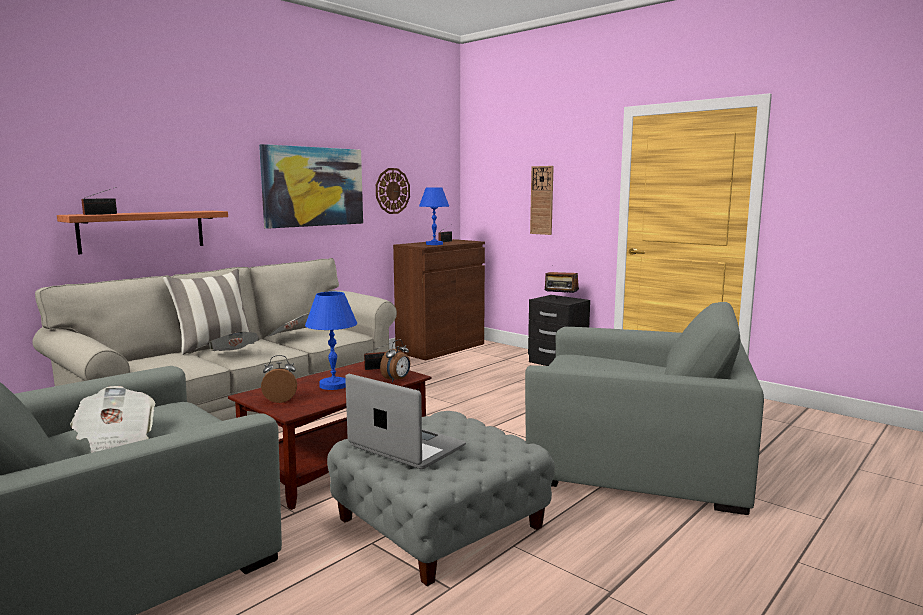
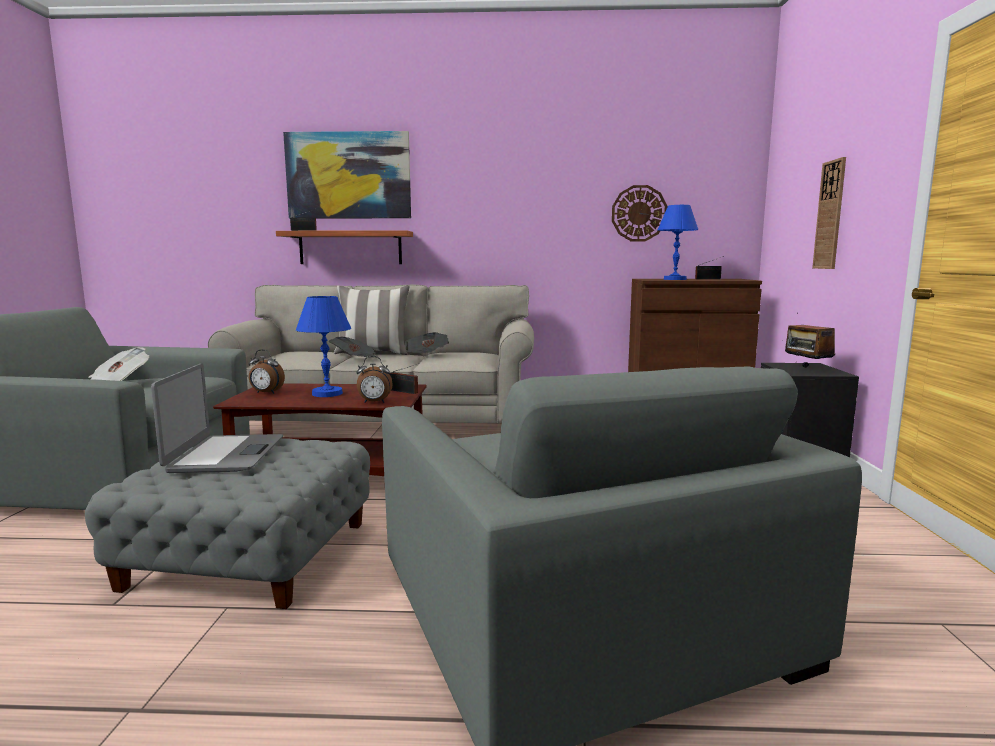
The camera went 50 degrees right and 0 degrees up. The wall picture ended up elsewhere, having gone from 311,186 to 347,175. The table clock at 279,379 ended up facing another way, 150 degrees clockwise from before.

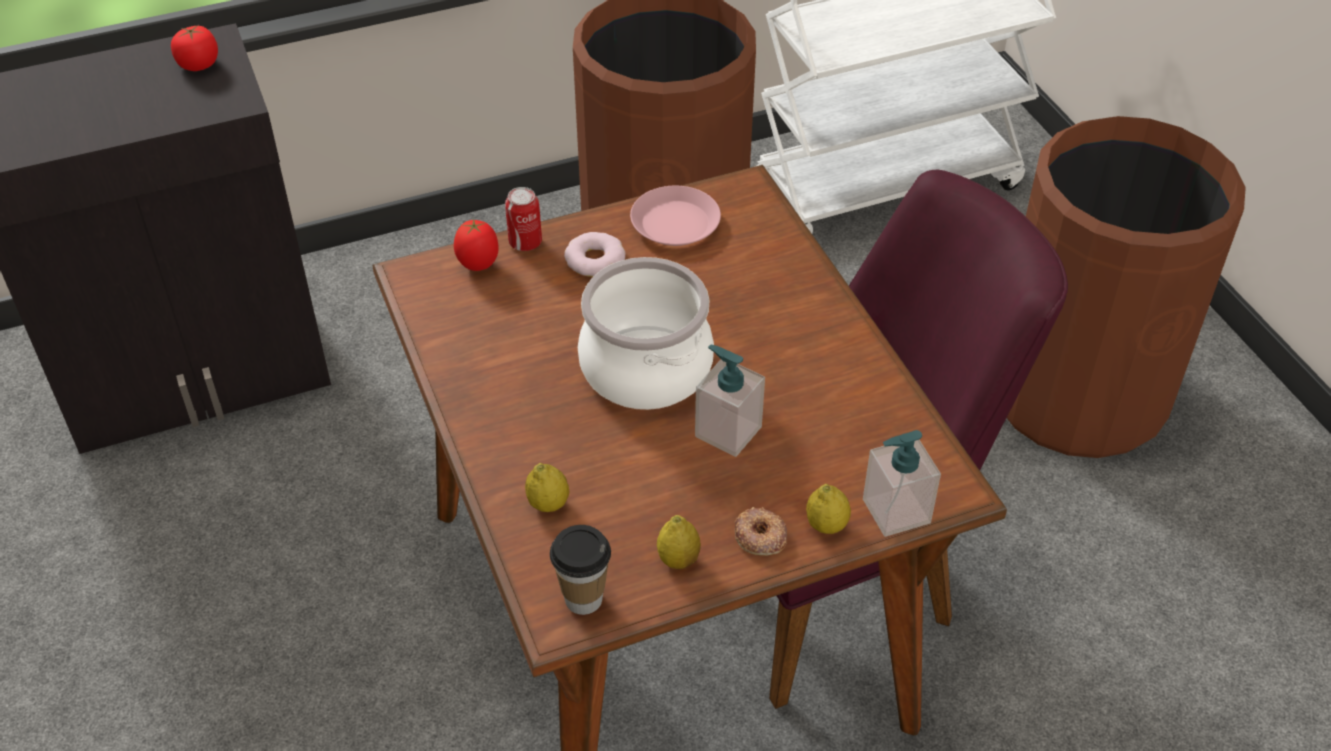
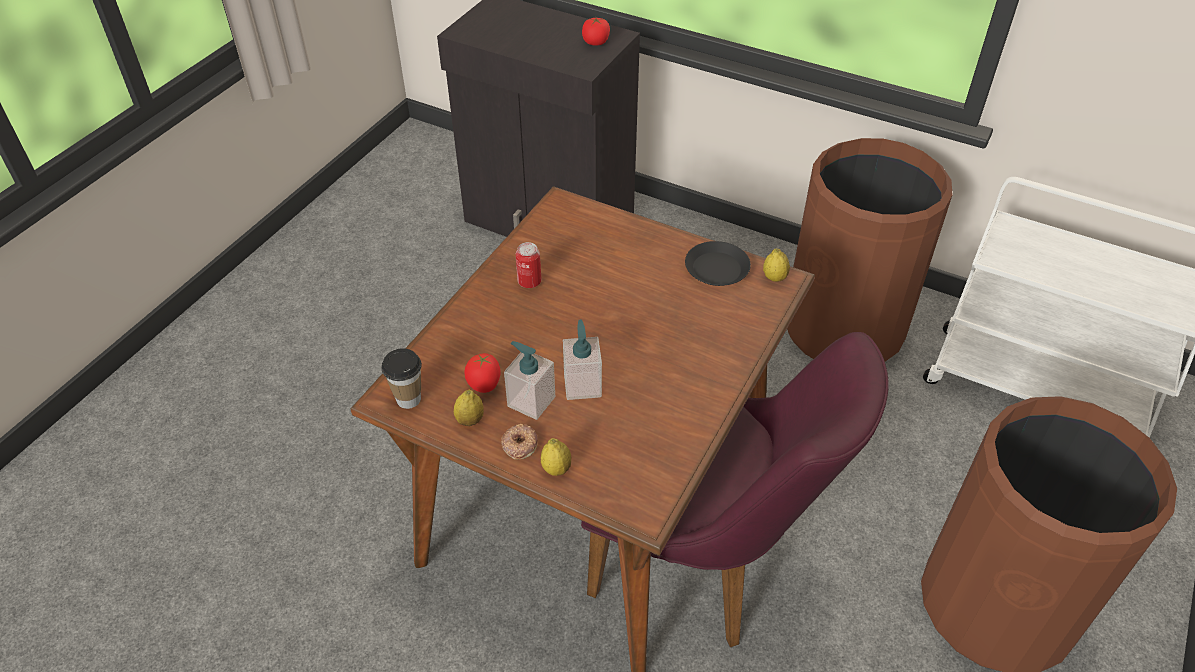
The camera went 50 degrees right and 0 degrees up. The fresh tomato ended up elsewhere, having gone from 476,245 to 482,373. The can ended up elsewhere, having gone from 523,219 to 529,265. The lemon ended up elsewhere, having gone from 547,487 to 776,265. The second view lost the doughnut at 594,254. The second view lost the saucepot at 646,333. What was the dinner plate (pink-coloured) at 675,216 turned into the dinner plate (black) at 718,263. The liquid soap bottle ended up elsewhere, having gone from 902,483 to 529,380.

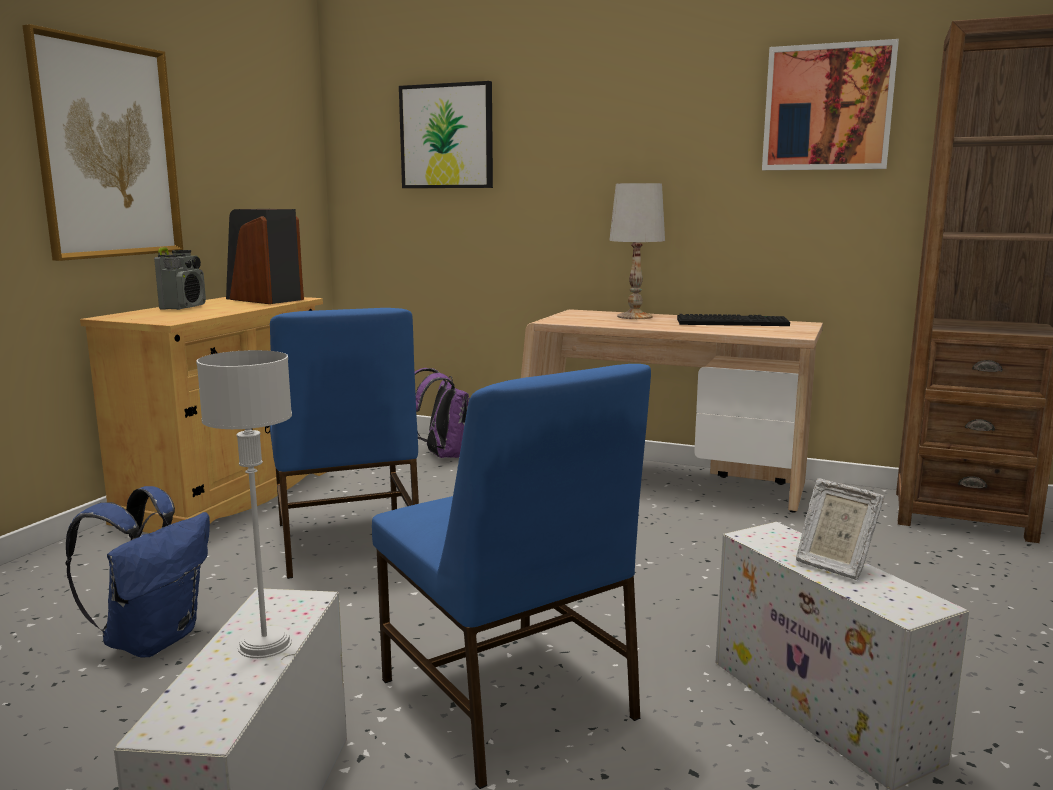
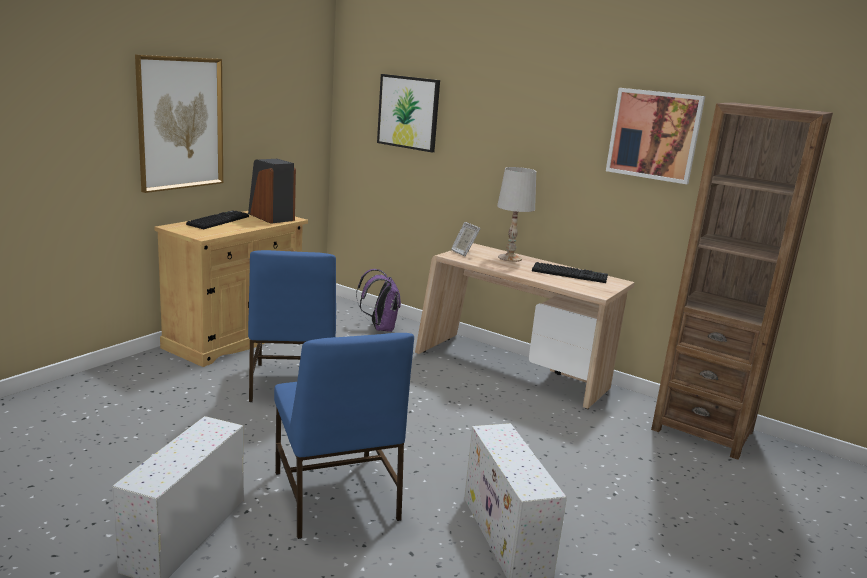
The camera went 10 degrees right and 5 degrees up. The second view lost the rucksack (bluish) at 137,571. Where the radio receiver stood at 180,278, the keyboard came to stand at 217,219. The second view lost the table lamp (greyish) at 244,504. The standing frame ended up elsewhere, having gone from 840,529 to 466,239.

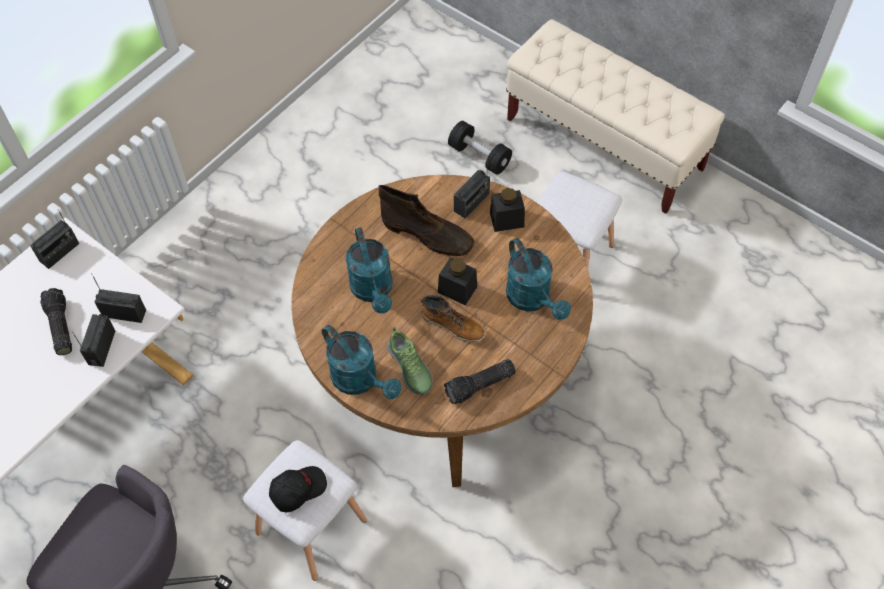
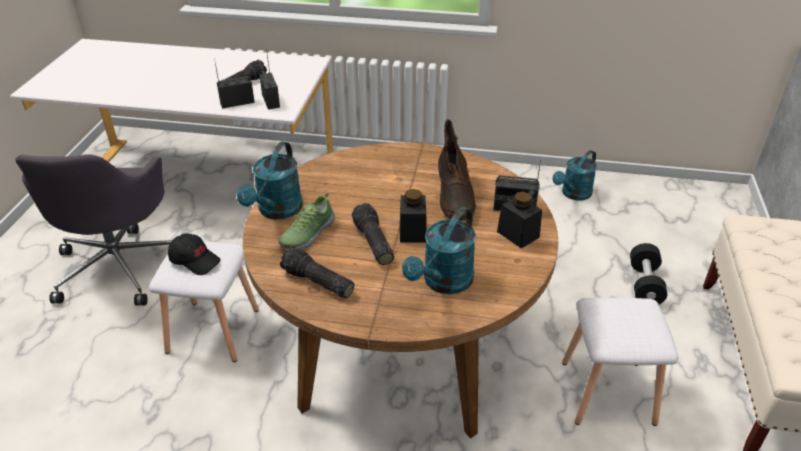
The camera went 60 degrees right and 20 degrees down. The second view lost the radio receiver at 54,239. The sprinkling can (turquoise) ended up elsewhere, having gone from 369,270 to 574,175. Where the high-top boot stood at 453,319, the torch came to stand at 373,234.

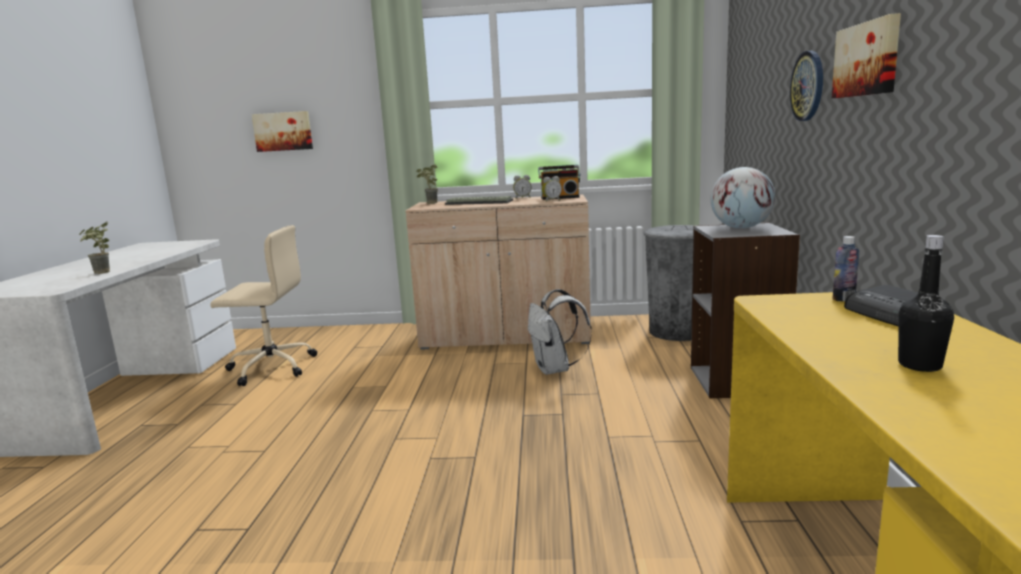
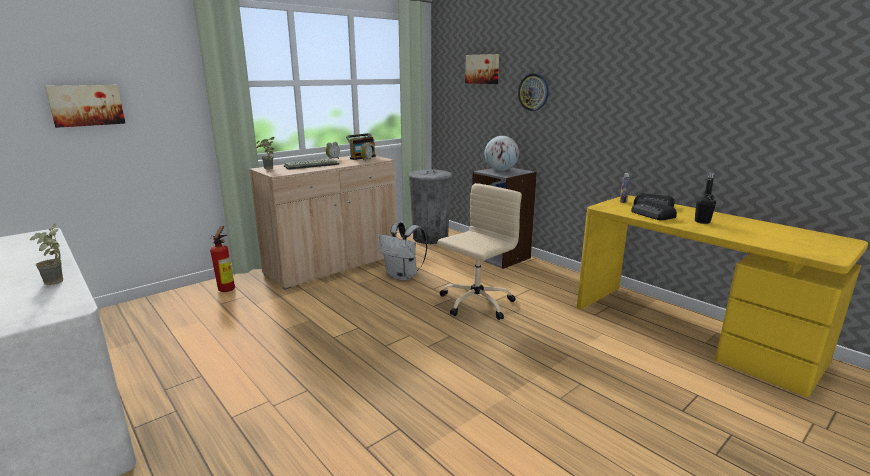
The camera went 45 degrees left and 5 degrees up. The computer chair (beige) ended up elsewhere, having gone from 264,305 to 479,251. The wall picture ended up elsewhere, having gone from 866,55 to 482,69. The second view gained the fire-fighting cylinder at 222,259. The second view gained the radio receiver at 654,210.

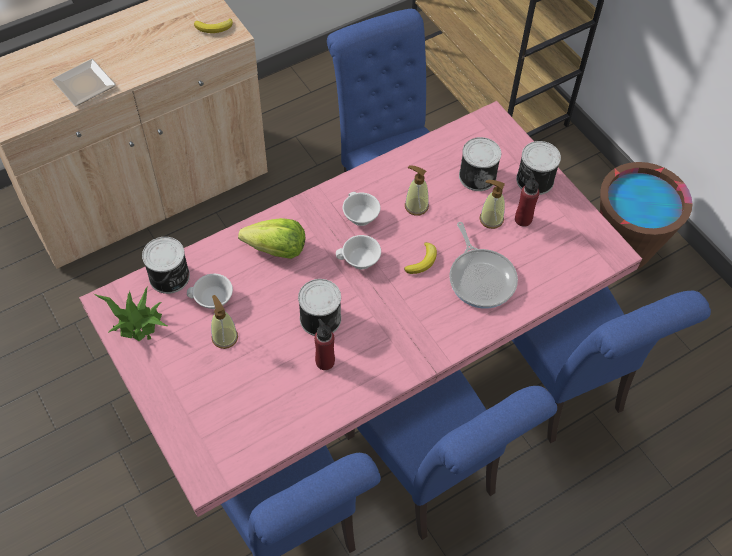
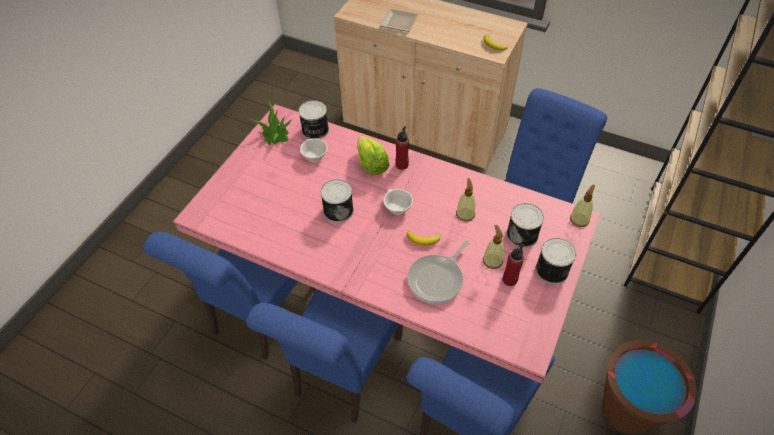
The camera went 60 degrees right and 5 degrees down. The liquid soap bottle ended up elsewhere, having gone from 224,322 to 582,205. The bottle (red-coloured) ended up elsewhere, having gone from 324,344 to 402,148. The second view lost the cup (white) at 361,209.

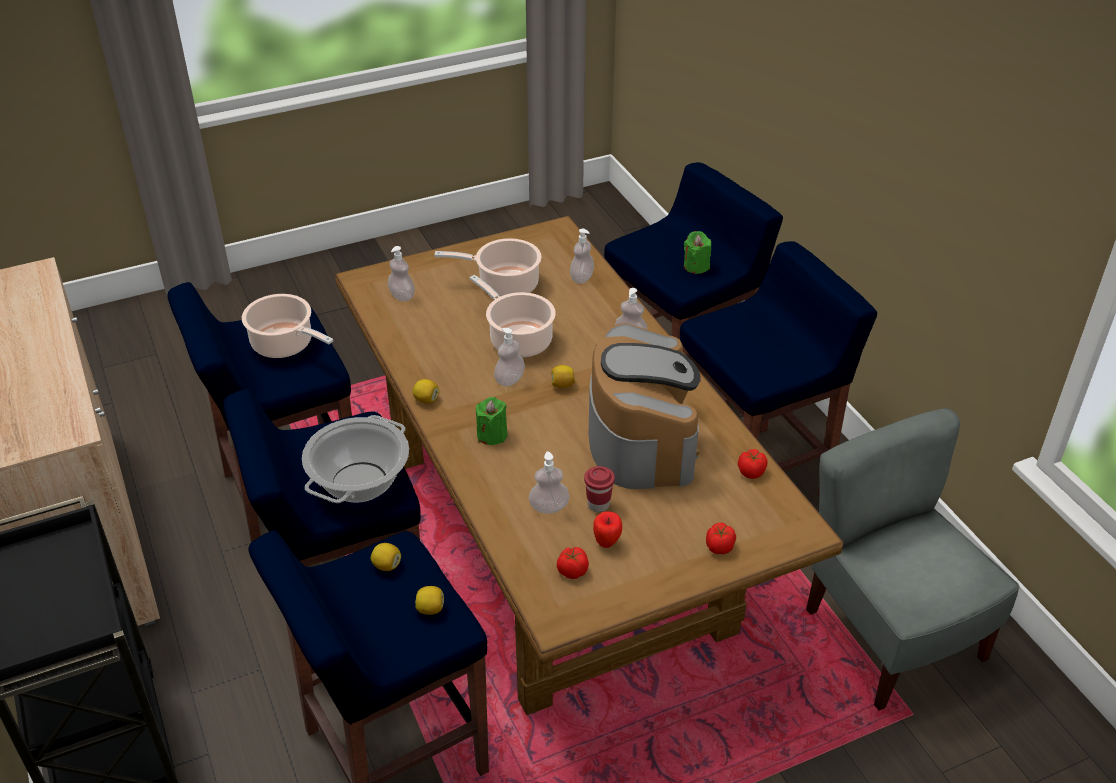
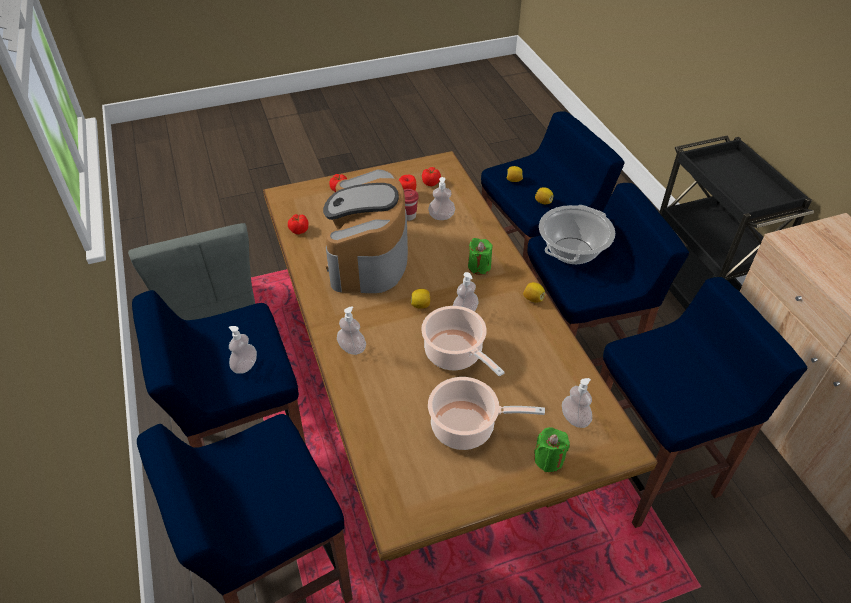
The camera went 175 degrees left and 5 degrees up. The second view lost the saucepot at 287,326. The liquid soap bottle ended up elsewhere, having gone from 582,256 to 243,350. The wax candle (green) ended up elsewhere, having gone from 697,252 to 552,449.

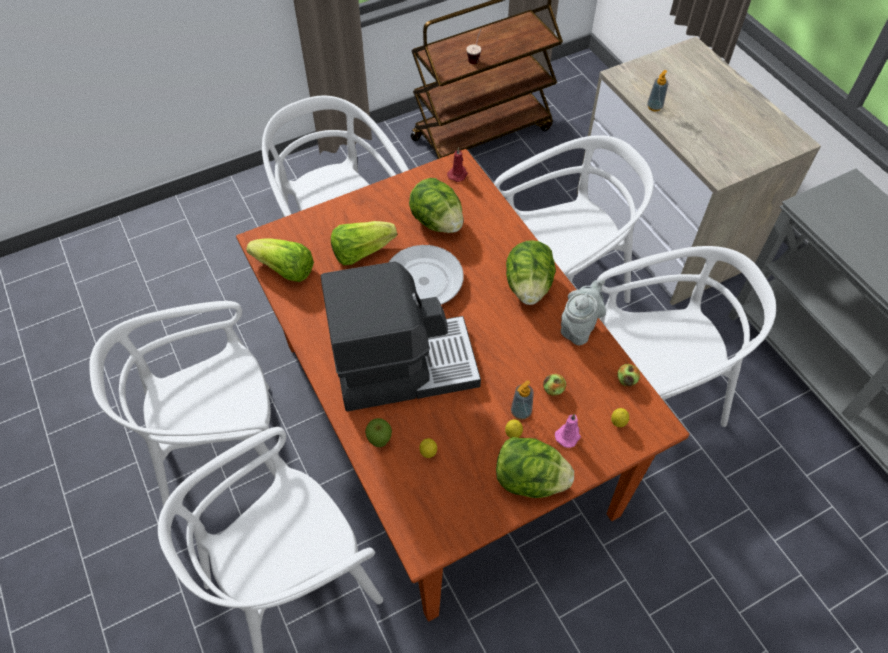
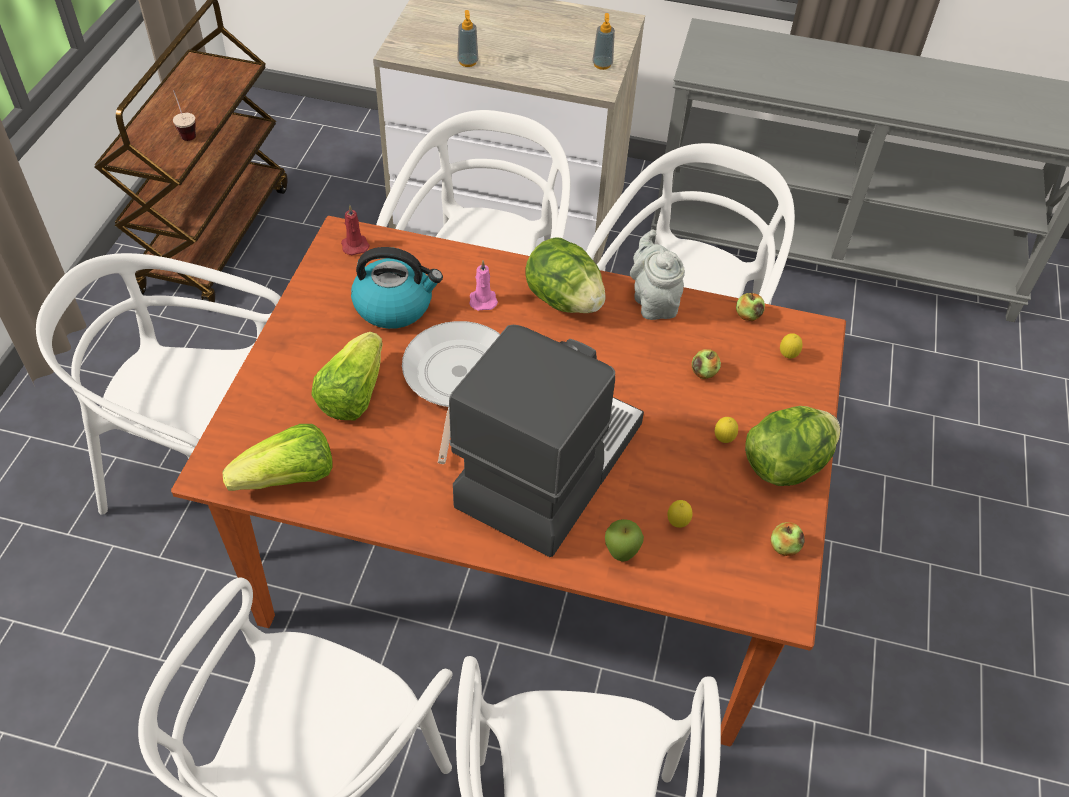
The camera went 50 degrees left and 5 degrees down. Where the lettuce head stood at 436,205, the water kettle came to stand at 397,288. The liquid soap bottle ended up elsewhere, having gone from 522,400 to 603,41. The wax candle (pink-coloured) ended up elsewhere, having gone from 568,431 to 484,285. The second view gained the whole apple at 788,539.

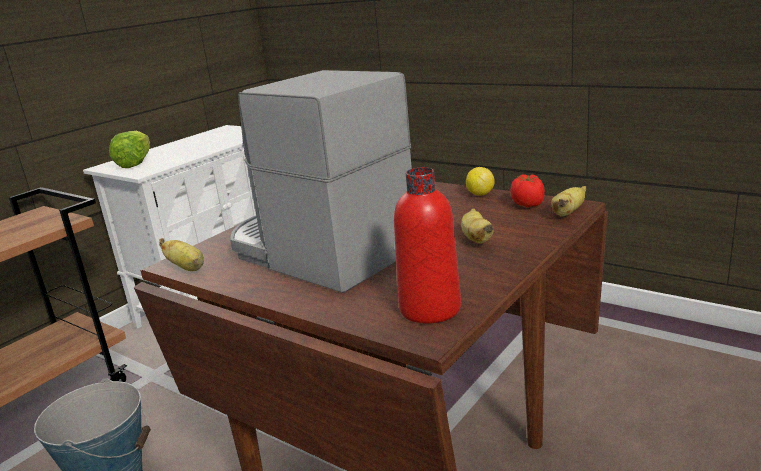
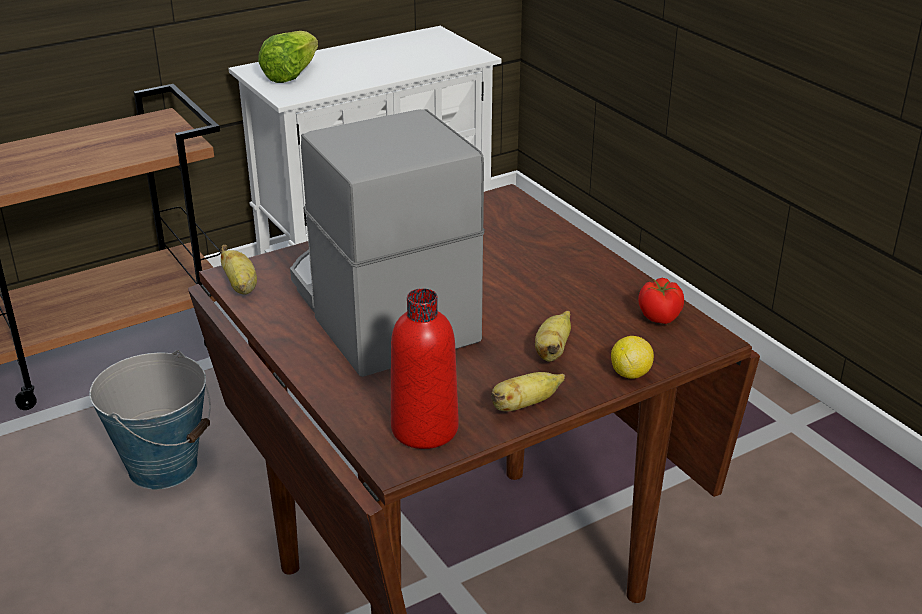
The camera went 20 degrees right and 10 degrees up. The lemon ended up elsewhere, having gone from 480,181 to 632,357. The banana fruit ended up elsewhere, having gone from 568,201 to 528,391.

